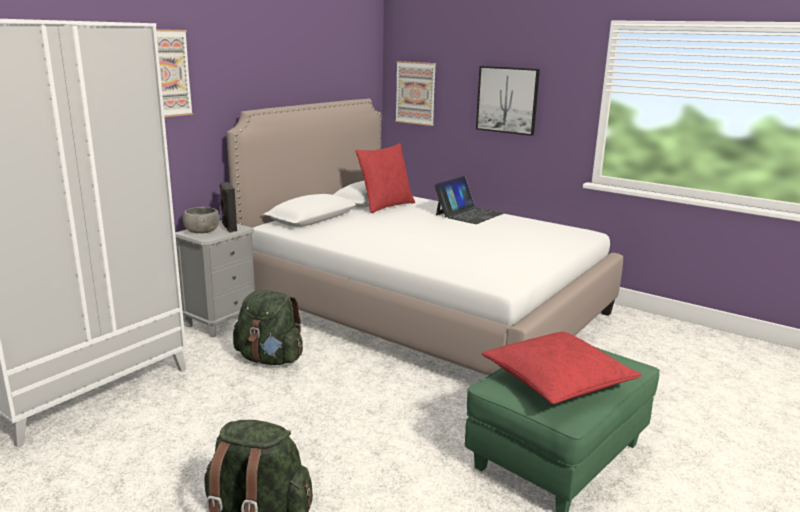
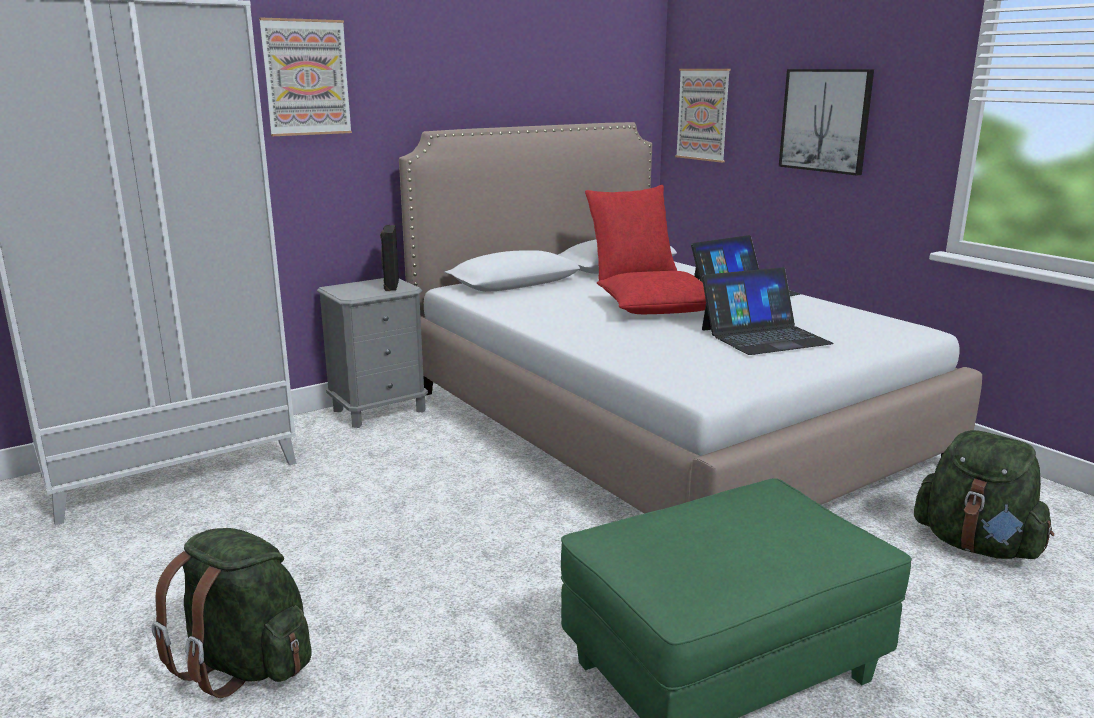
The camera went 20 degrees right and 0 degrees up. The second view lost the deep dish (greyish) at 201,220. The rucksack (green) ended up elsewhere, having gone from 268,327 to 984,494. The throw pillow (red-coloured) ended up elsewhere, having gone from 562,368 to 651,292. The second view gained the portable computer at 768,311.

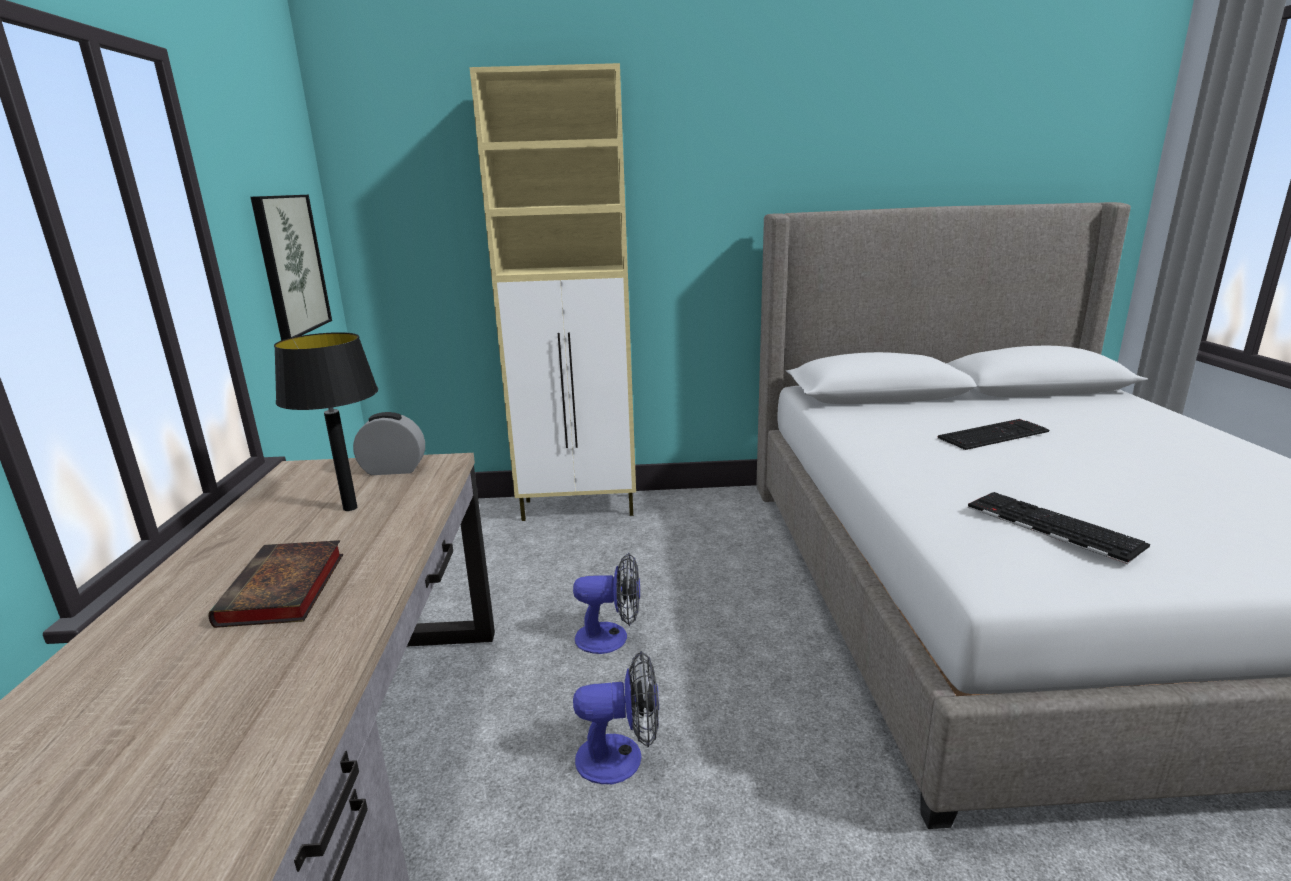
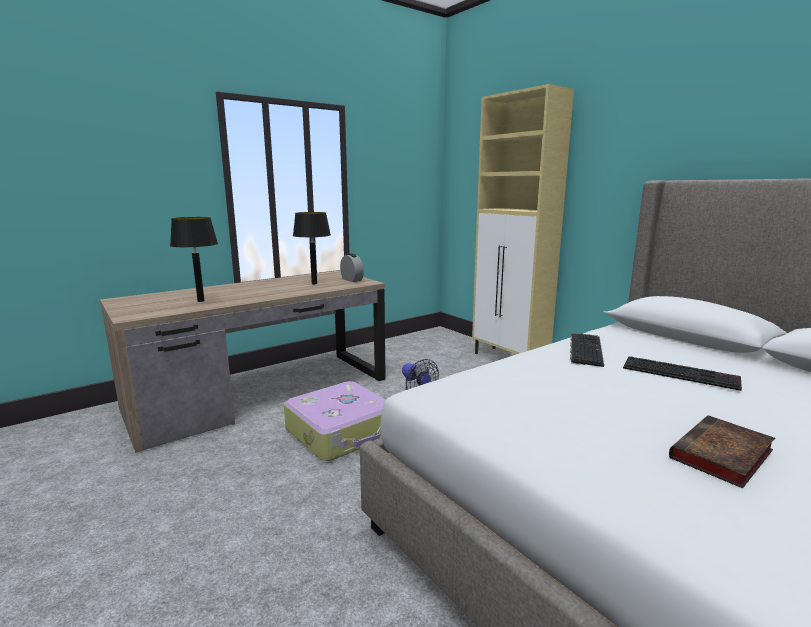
The camera went 55 degrees right and 5 degrees down. The bound book ended up elsewhere, having gone from 275,584 to 722,451. The second view lost the wall picture at 291,267. Where the fan stood at 616,717, the travel case came to stand at 334,421. The keyboard ended up elsewhere, having gone from 1059,528 to 587,350. The second view gained the table lamp (black) at 194,259.

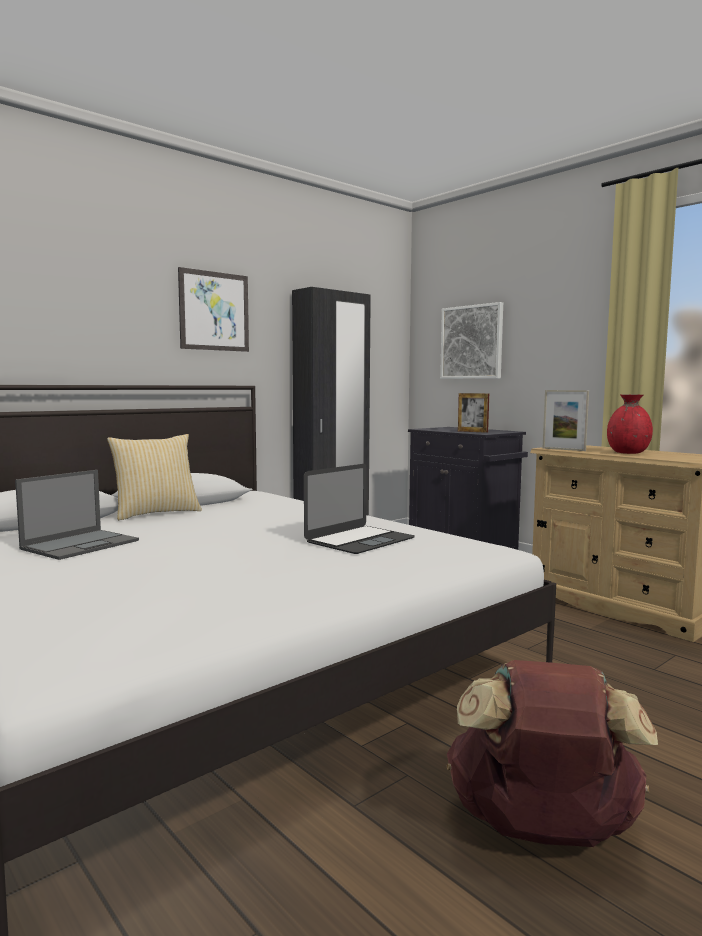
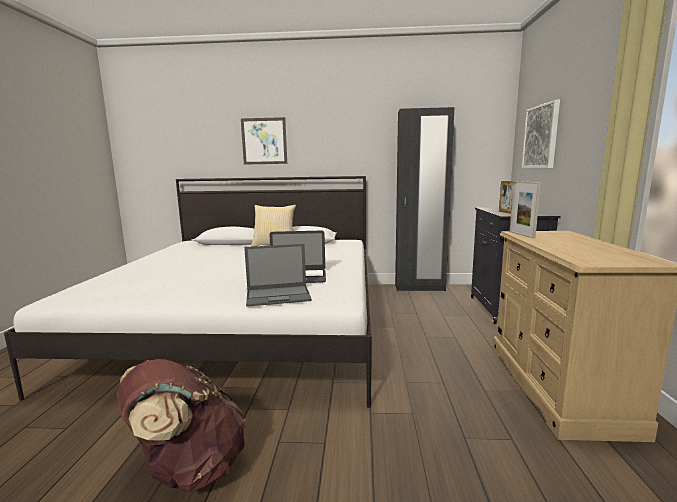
The camera went 45 degrees right and 5 degrees up. The portable computer ended up elsewhere, having gone from 77,515 to 278,275. The wall picture ended up elsewhere, having gone from 213,309 to 264,141. The second view lost the vase (red-coloured) at 630,424.

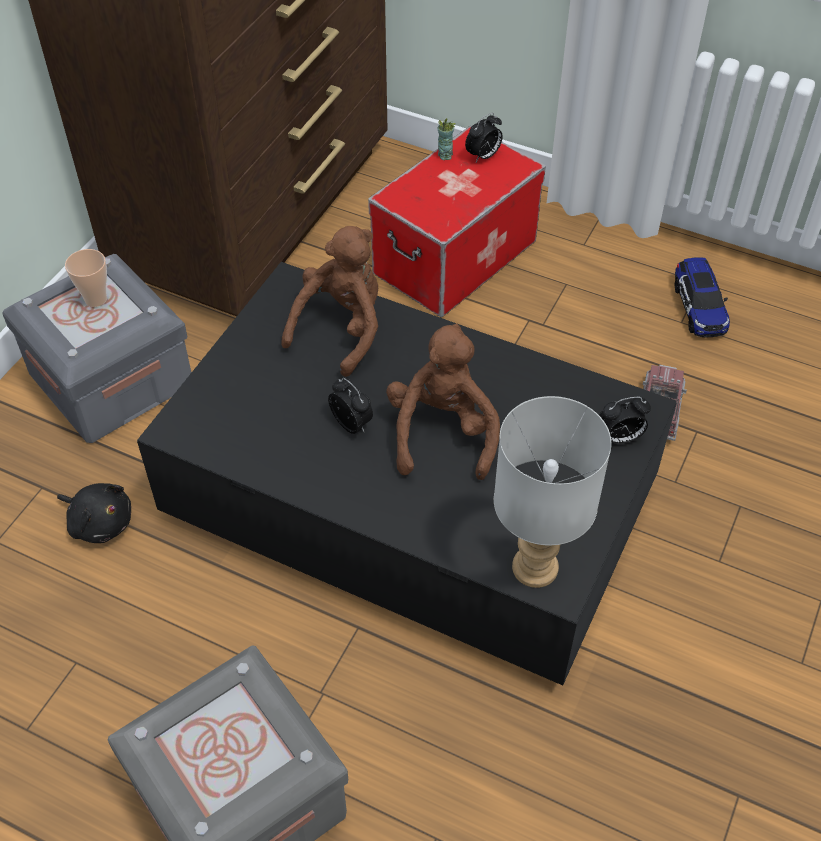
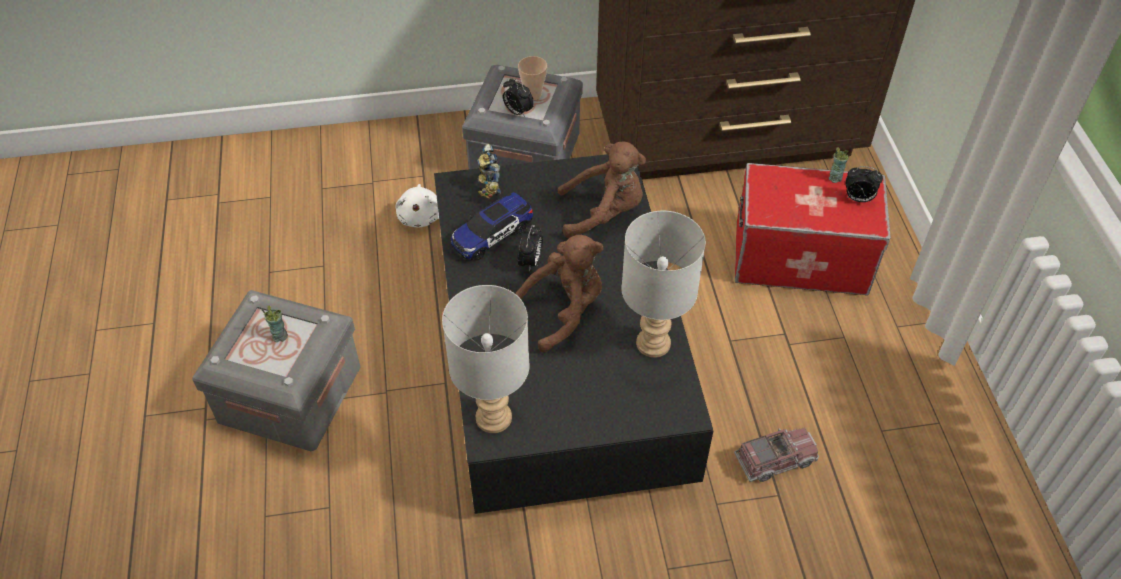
The camera went 55 degrees right and 0 degrees up. What was the plush toy (black) at 94,513 turned into the plush toy (white) at 417,205. The table clock ended up elsewhere, having gone from 625,420 to 518,97. The miniature car ended up elsewhere, having gone from 702,297 to 492,226. The second view gained the cup at 274,323. The second view gained the toy robot at 489,171. The second view gained the table lamp (greyish) at 663,284.

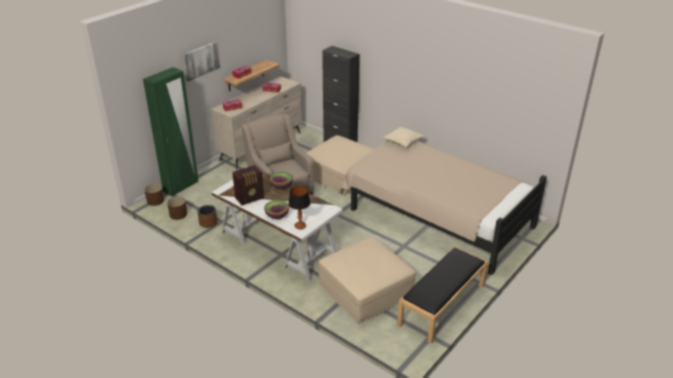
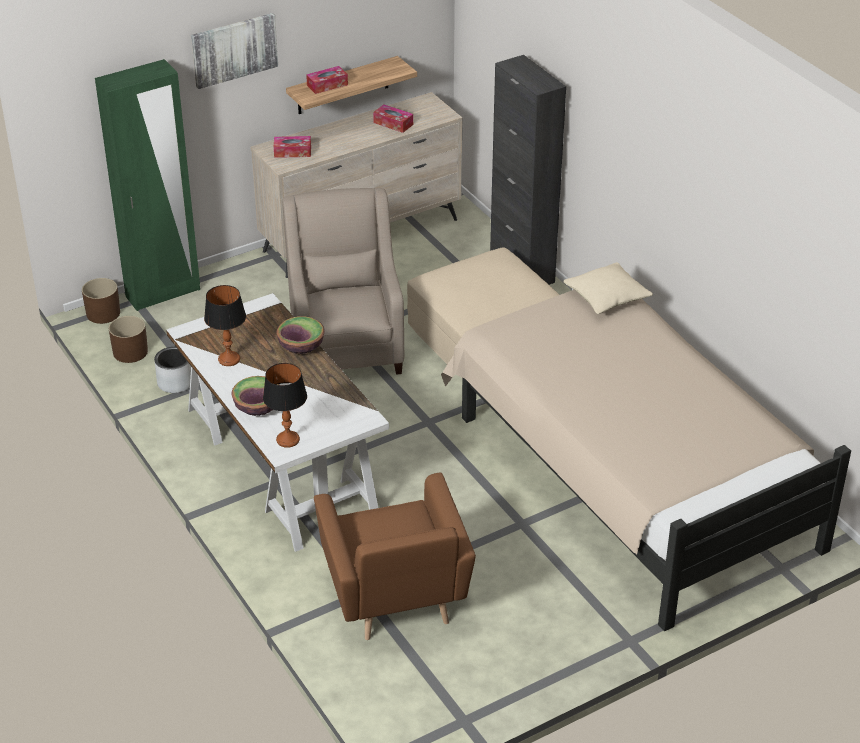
The camera went 20 degrees right and 5 degrees up. What was the plant pot (brownish) at 208,216 turned into the plant pot (greyish) at 172,370. Where the radio receiver stood at 248,185, the table lamp came to stand at 225,325. Where the ottoman (beige) stood at 367,280, the easy chair (brownish) came to stand at 395,556. The second view lost the indoor bench (black) at 442,295.

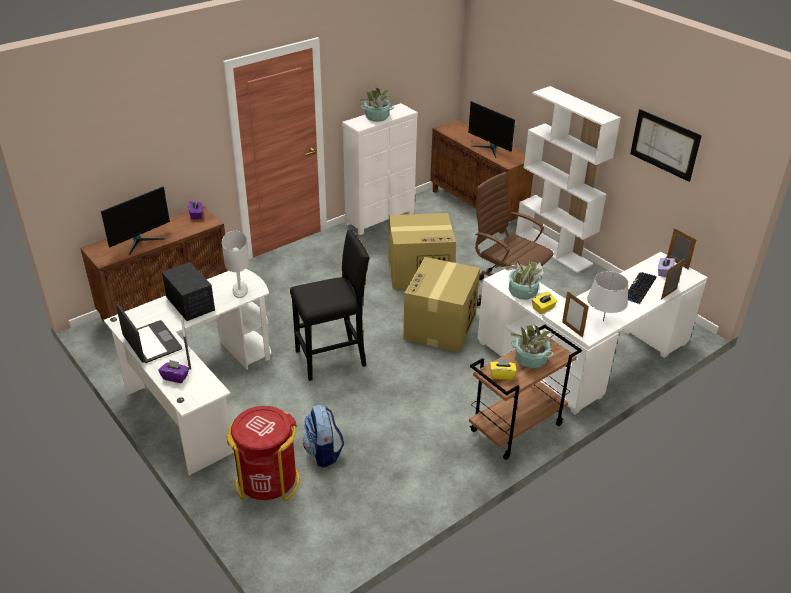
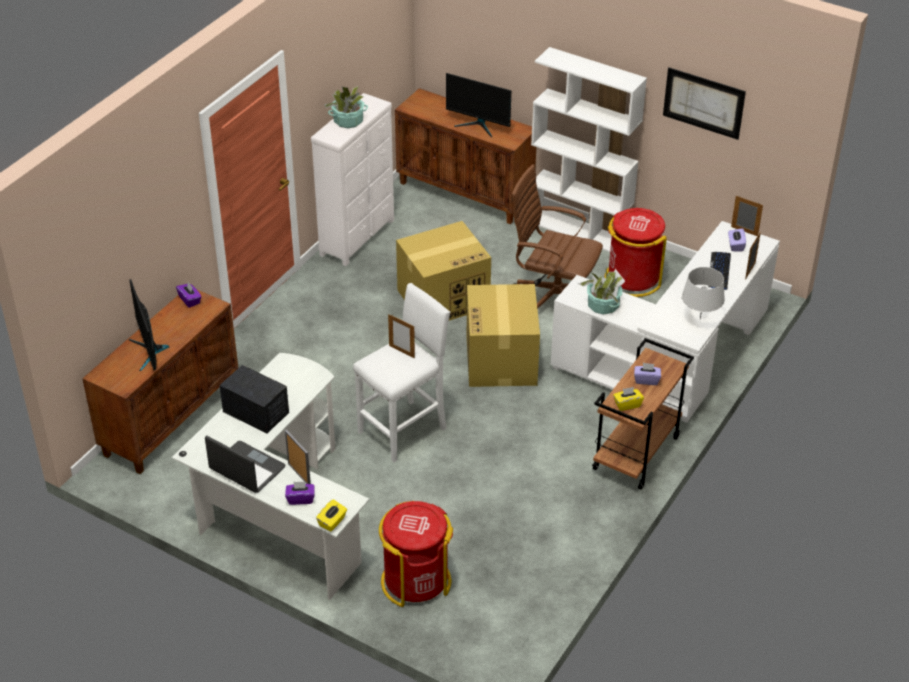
The camera went 20 degrees left and 5 degrees up. The monitor at 135,220 ended up facing another way, 135 degrees clockwise from before. The second view lost the table lamp (white) at 235,264. What was the stool (black) at 330,305 turned into the stool (white) at 401,372. The second view lost the rucksack at 323,436. Where the houseplant stood at 532,346, the tissue holder (purple-coloured) came to stand at 647,374. The tissue holder (yellow) ended up elsewhere, having gone from 544,303 to 331,515. The standing frame ended up elsewhere, having gone from 575,314 to 401,336. The second view gained the waste bin (red-coloured) at 636,252.

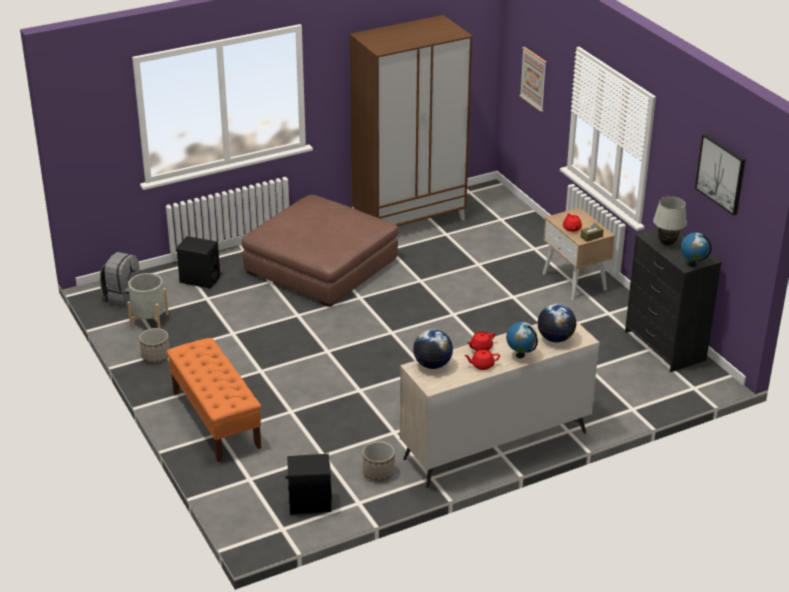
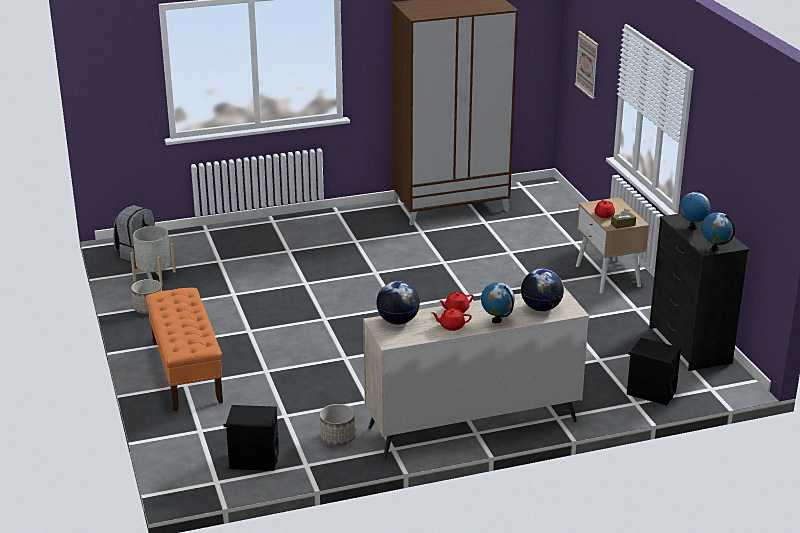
The camera went 10 degrees right and 5 degrees down. The audio speaker (black) ended up elsewhere, having gone from 198,262 to 654,372. The second view lost the ottoman (brownish) at 320,251. Where the table lamp (white) stood at 670,220, the globe came to stand at 695,210. The second view lost the wall picture at 720,175.

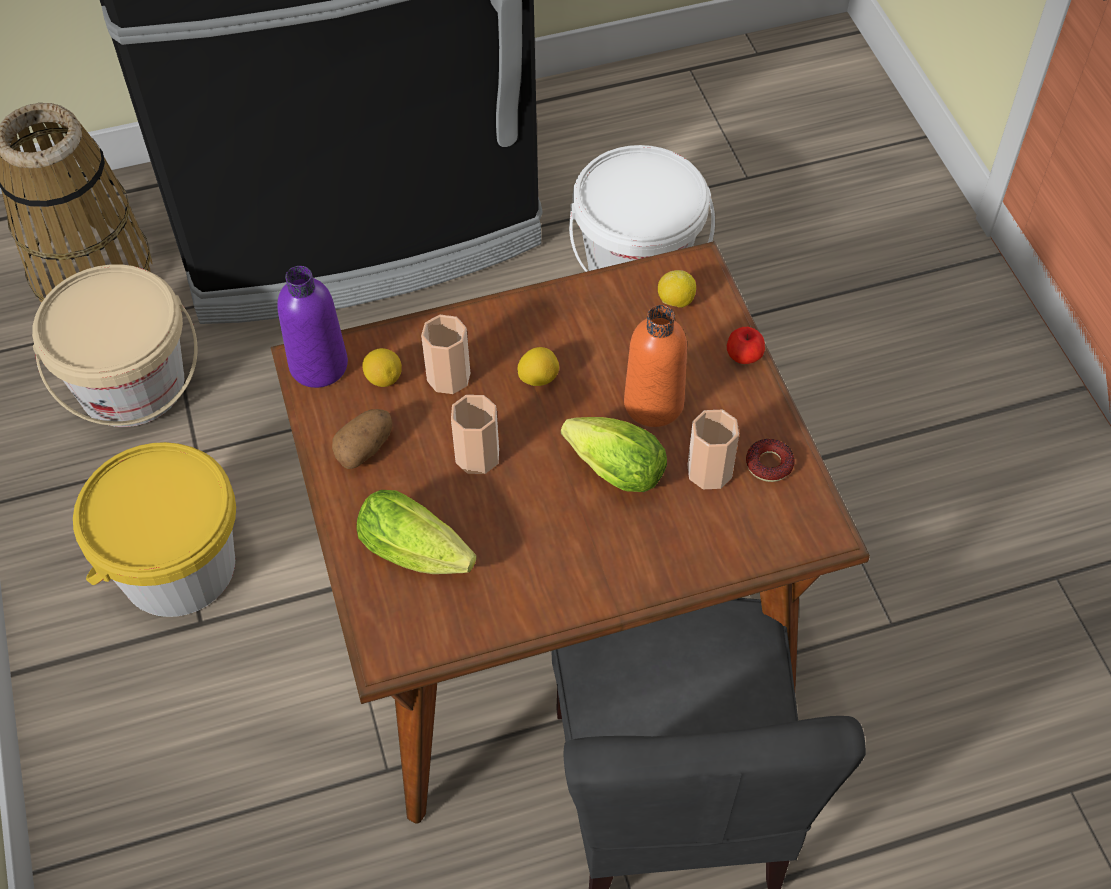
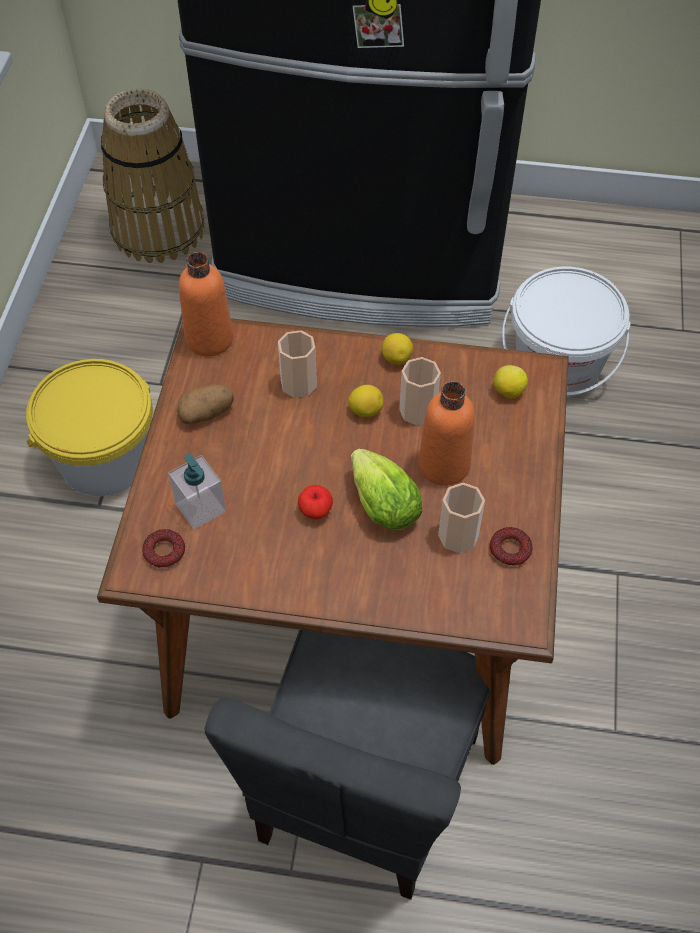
The camera went 25 degrees right and 0 degrees up. The second view lost the pail (beige) at 114,345. What was the bottle (purple-coloured) at 312,327 turned into the bottle (orange-coloured) at 206,304. Where the lettuce head stood at 416,532, the liquid soap bottle came to stand at 197,491. The lemon ended up elsewhere, having gone from 382,367 to 397,349. The cup ended up elsewhere, having gone from 475,434 to 420,391. The whole apple ended up elsewhere, having gone from 746,345 to 315,502. The second view gained the doughnut at 163,548.

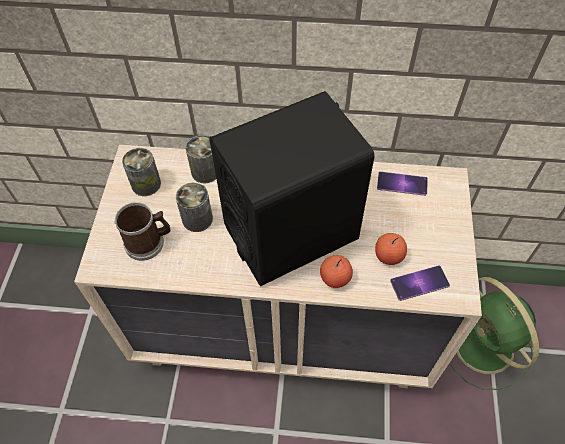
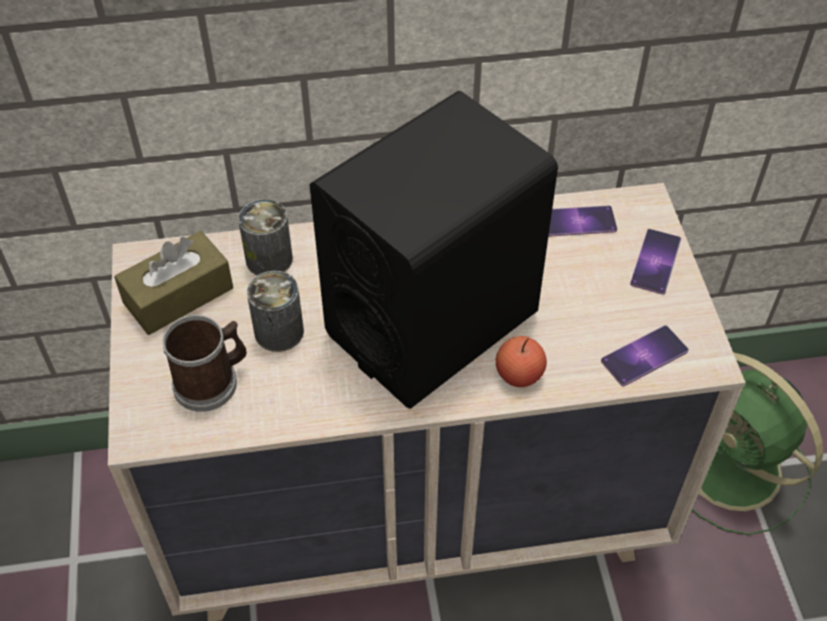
The camera went 15 degrees left and 5 degrees down. Where the can stood at 141,172, the tissue holder (brownish) came to stand at 173,283. The second view lost the whole apple at 391,249. The second view gained the phone at 655,262.

